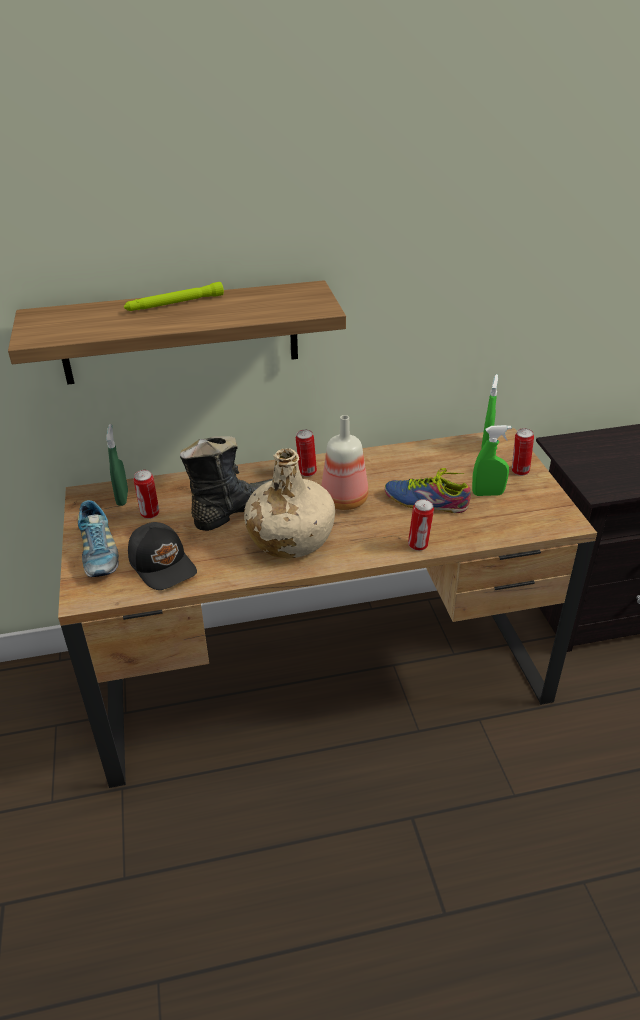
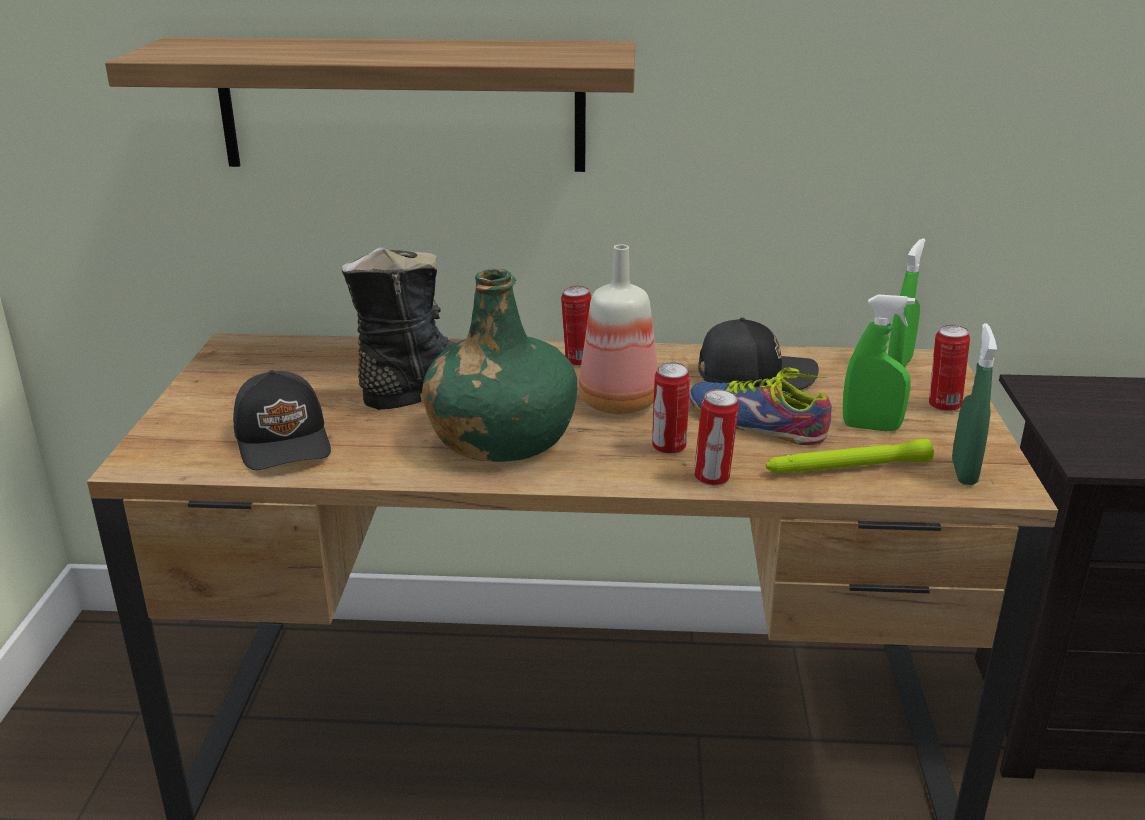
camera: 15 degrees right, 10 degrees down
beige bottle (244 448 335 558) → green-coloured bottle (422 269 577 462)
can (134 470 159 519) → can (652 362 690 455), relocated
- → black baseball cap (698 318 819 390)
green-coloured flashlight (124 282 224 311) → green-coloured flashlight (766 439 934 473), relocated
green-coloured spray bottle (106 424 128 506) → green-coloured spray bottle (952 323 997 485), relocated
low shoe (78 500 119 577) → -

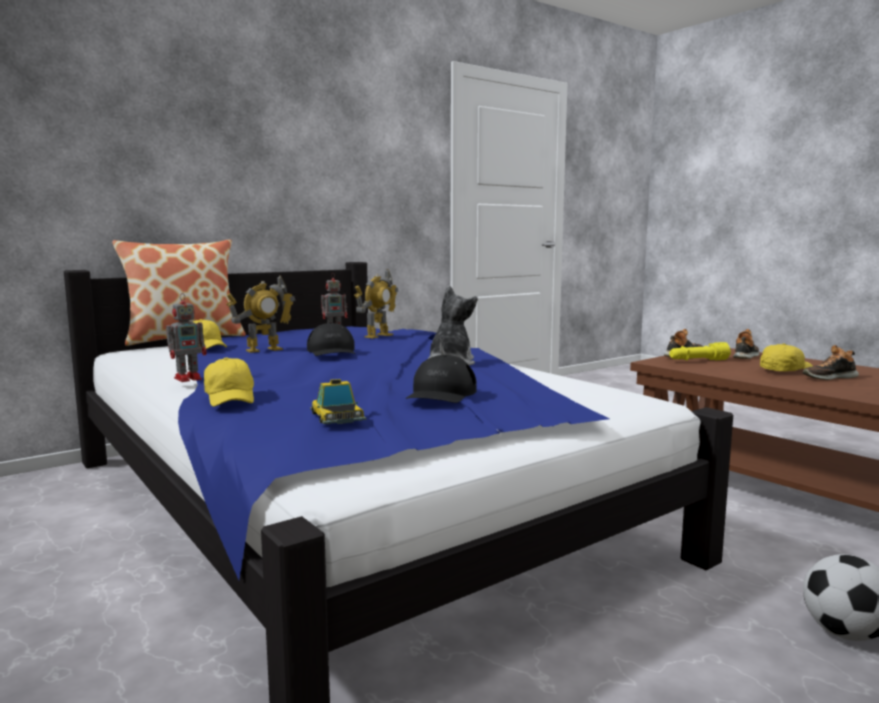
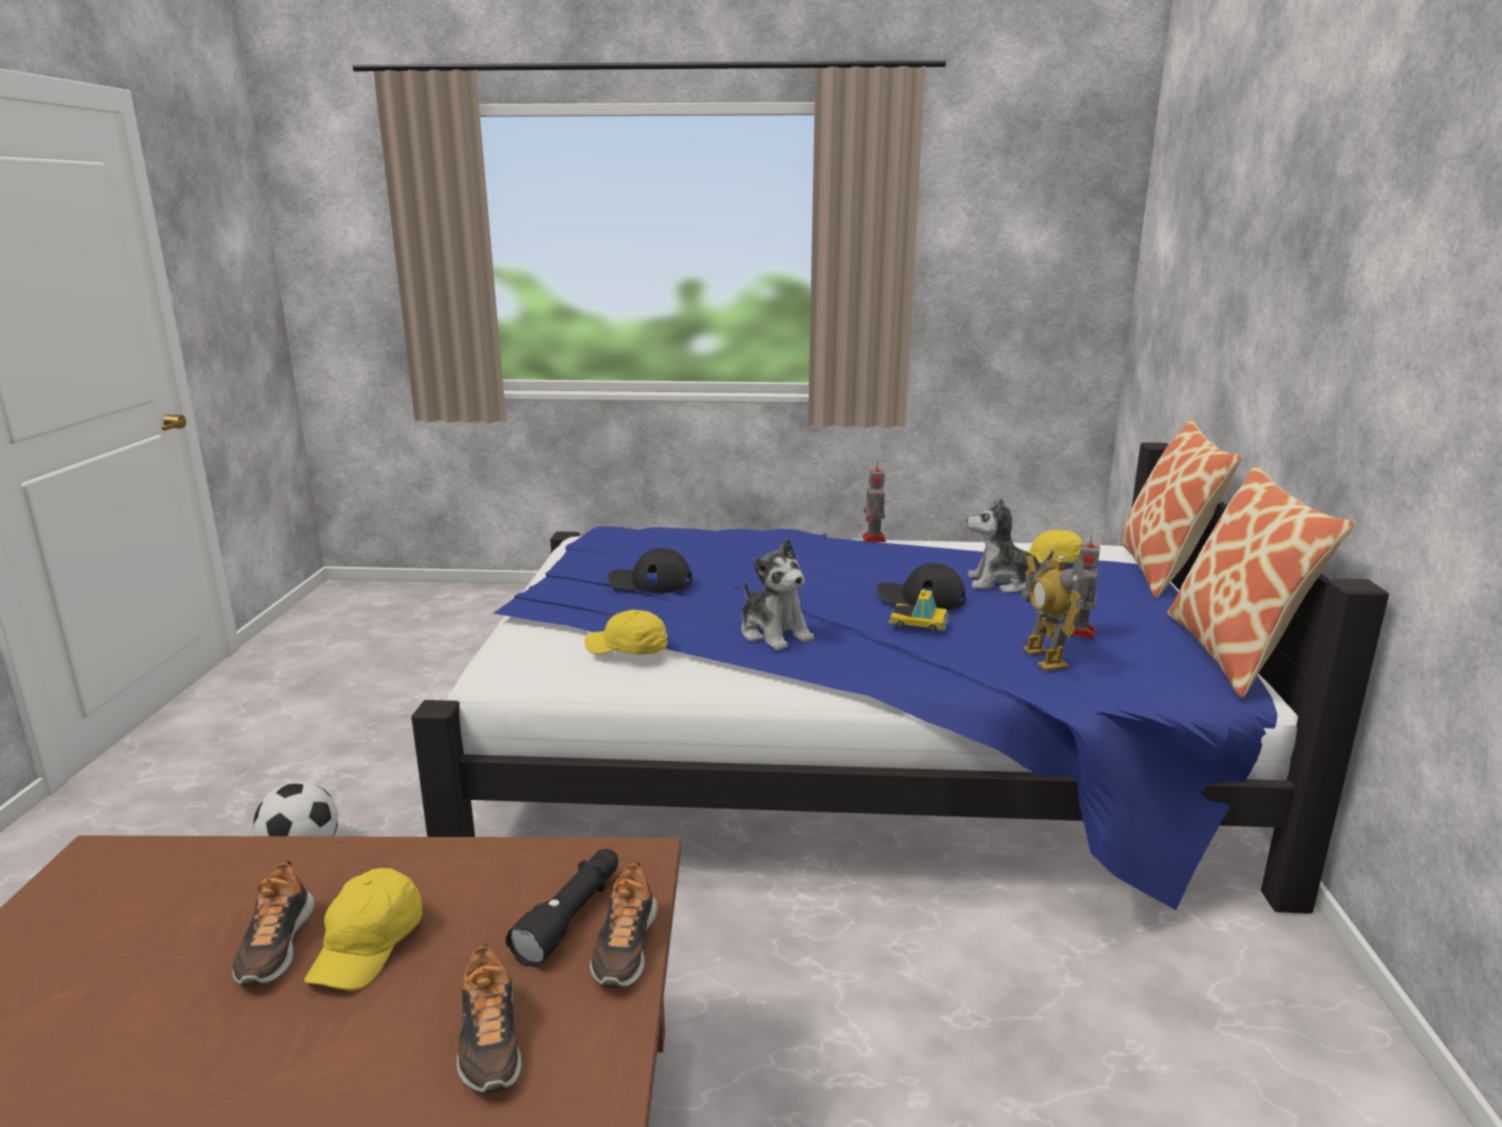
camera: 130 degrees right, 10 degrees up
low shoe (803 345 859 380) → low shoe (232 861 315 986), 150 degrees clockwise
yellow flashlight (669 342 731 360) → black flashlight (506 849 618 967)
yellow baseball cap (204 358 254 406) → yellow baseball cap (584 610 667 655), relocated
black baseball cap (406 355 477 403) → black baseball cap (607 548 692 593), 45 degrees counterclockwise
model car (310 379 366 424) → model car (887 589 950 632), relocated
toy robot (227 275 296 353) → cuddly toy (966 498 1054 593)
- → pillow (1167 465 1355 698)

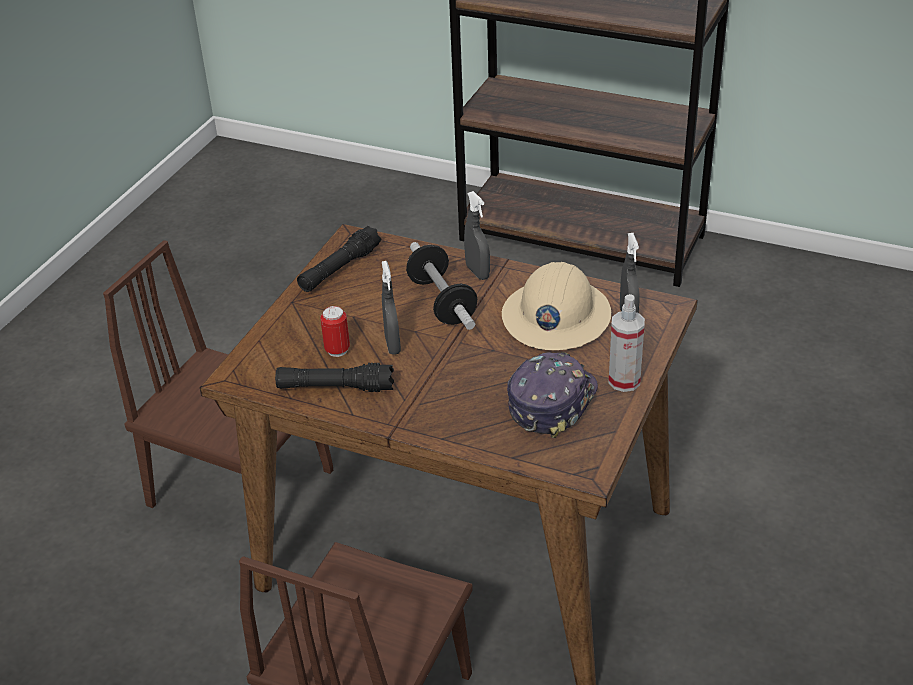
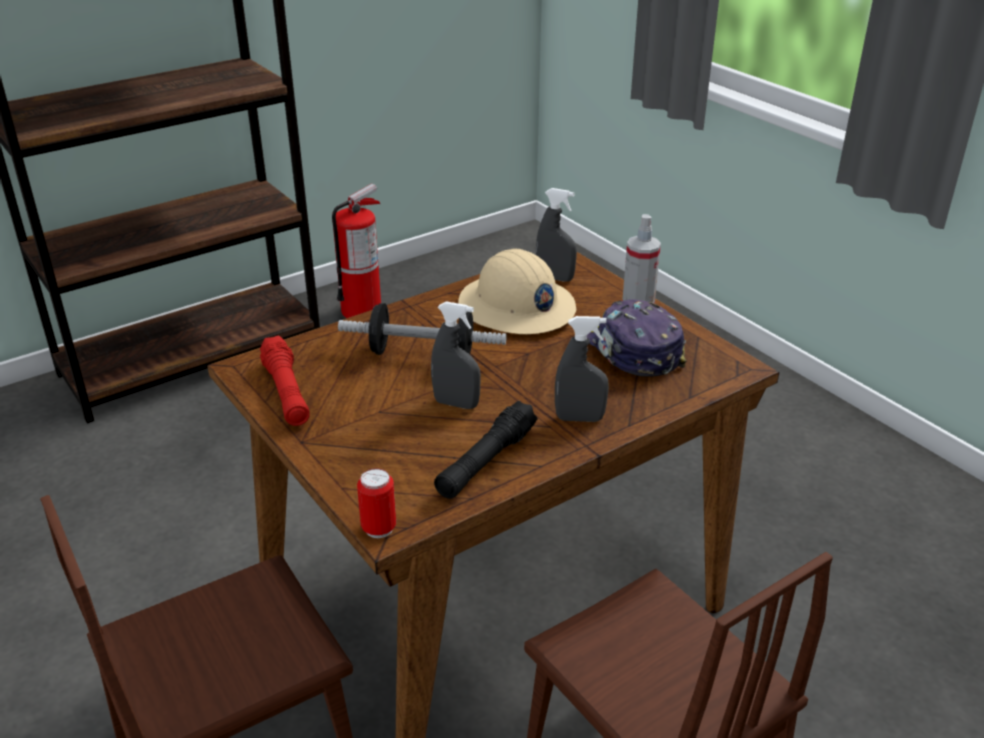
camera: 60 degrees left, 5 degrees down
black flashlight (297 226 381 292) → red flashlight (260 336 310 426)
- → fire-fighting cylinder (332 184 381 318)
can (320 306 350 357) → can (357 468 396 538), relocated
grey spray bottle (464 191 490 280) → grey spray bottle (555 316 609 422), relocated

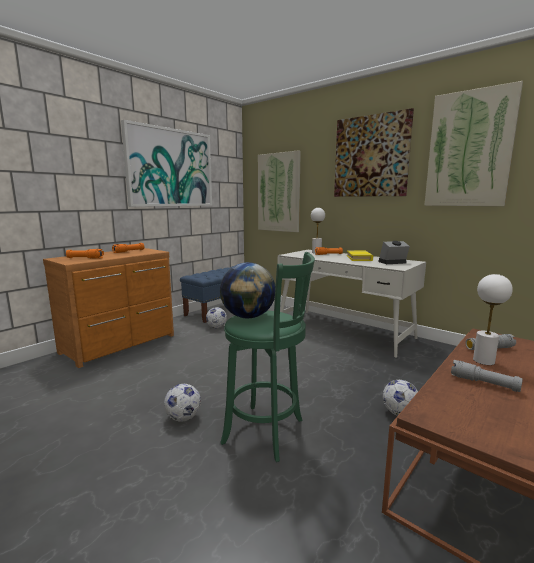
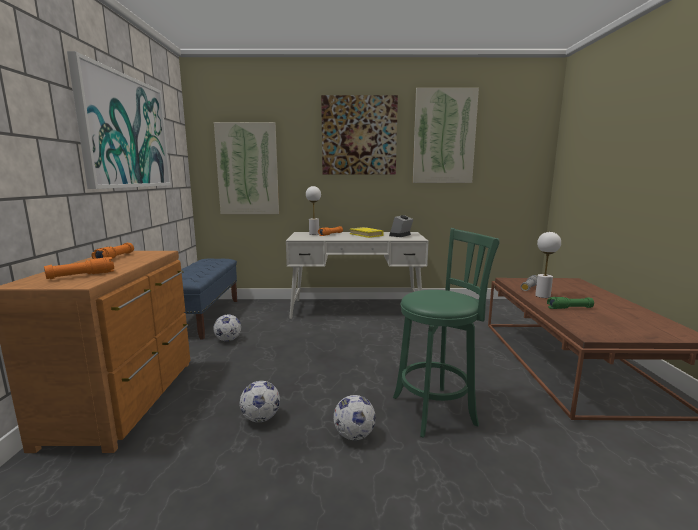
camera: 40 degrees left, 0 degrees up
football ball (383 380 418 416) → football ball (240 381 280 422), relocated
grey flashlight (451 360 523 392) → green-coloured flashlight (547 297 594 309)
desk globe (220 262 275 318) → -

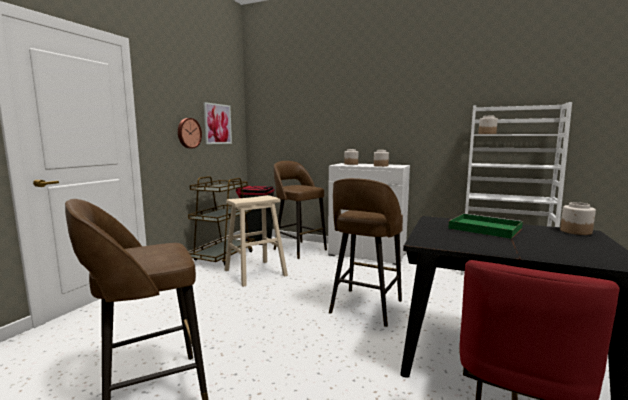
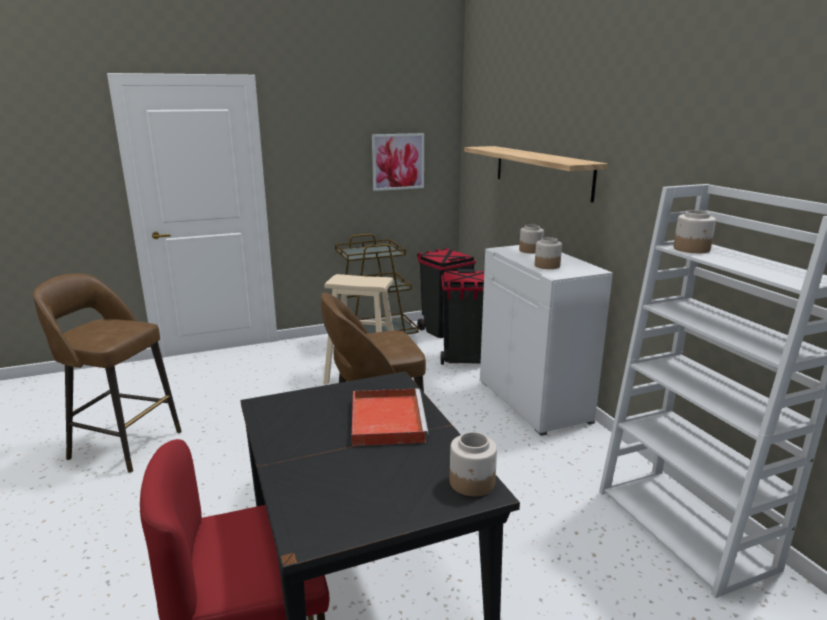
camera: 45 degrees right, 10 degrees up
green-coloured serving tray (448 213 523 239) → red serving tray (352 388 429 446)
brown-coloured stool (274 161 327 259) → black waste bin (441 269 484 365)
- → bracket shelf (464 146 608 203)
wall clock (178 118 202 149) → -

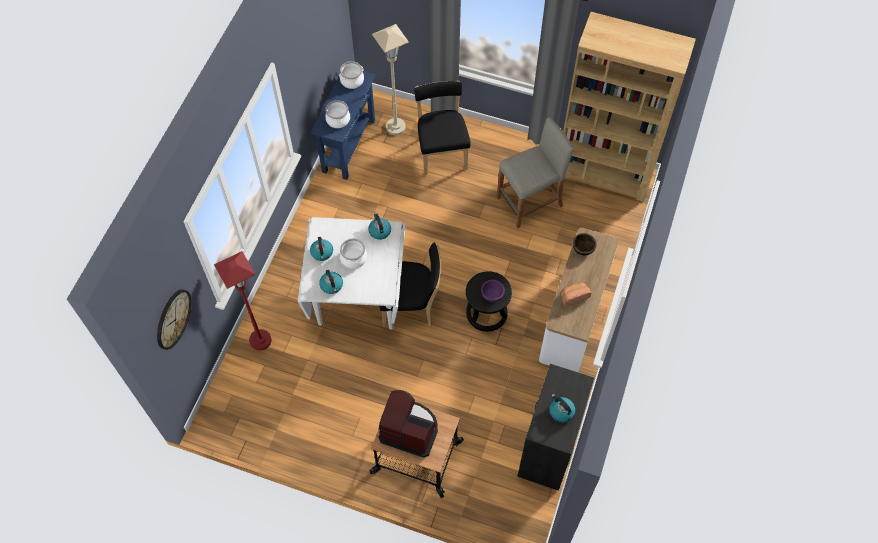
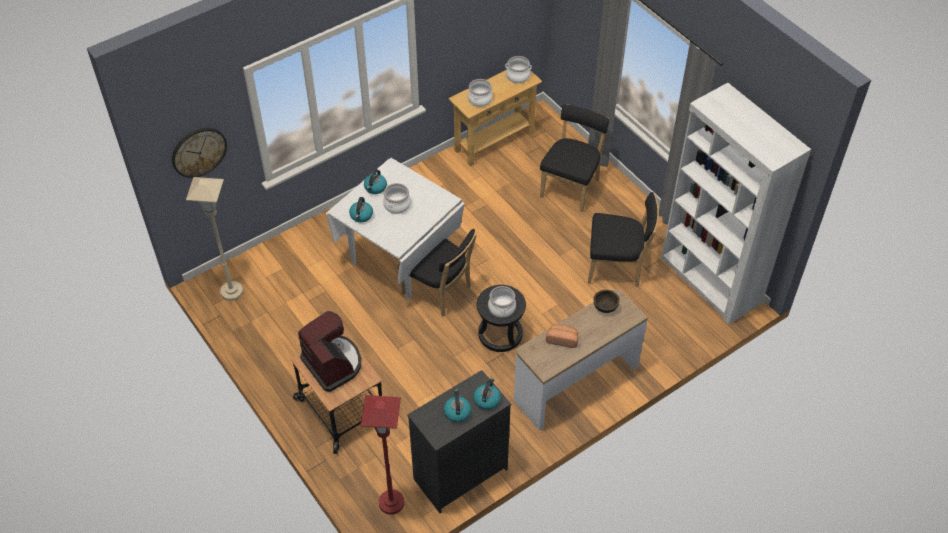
camera: 35 degrees right, 10 degrees down
beige standard lamp (372 24 409 135) → beige standard lamp (186 177 243 301), relocated
red standard lamp (214 251 271 351) → red standard lamp (361 395 404 515), relocated
blue-coloured console table (310 71 376 180) → beige console table (448 70 542 167)
kettle (368 213 391 240) → kettle (473 378 501 410), relocated
purple-coloured deep dish (481 280 505 302) → cooking pot (488 286 516 318)
beige stool (497 117 574 228) → black upright chair (588 192 659 287)
brown-coloured bookcase (563 12 696 202) → white-coloured bookcase (661 83 811 324)

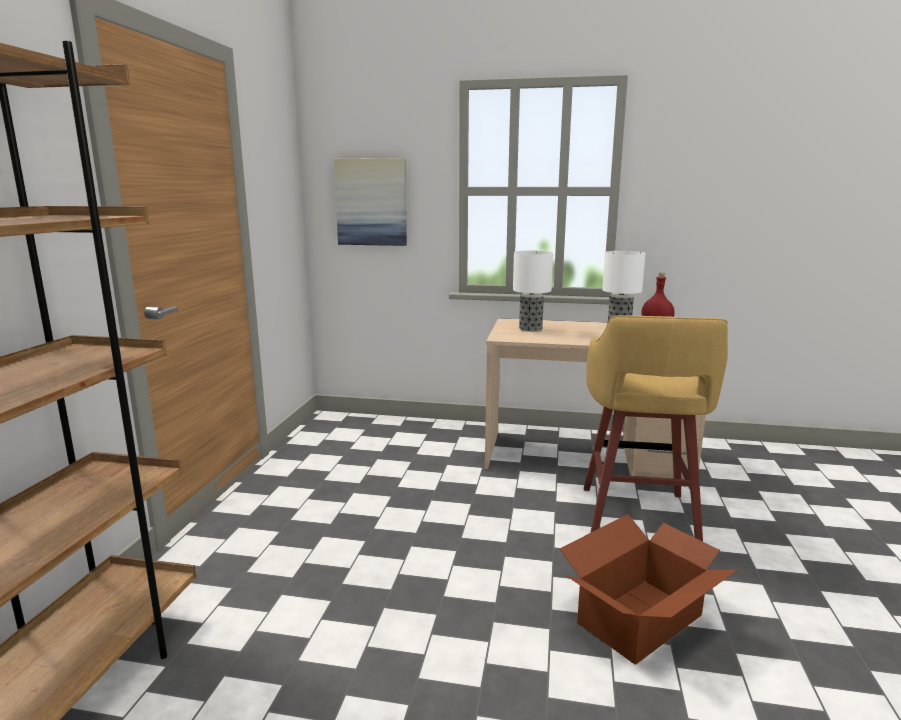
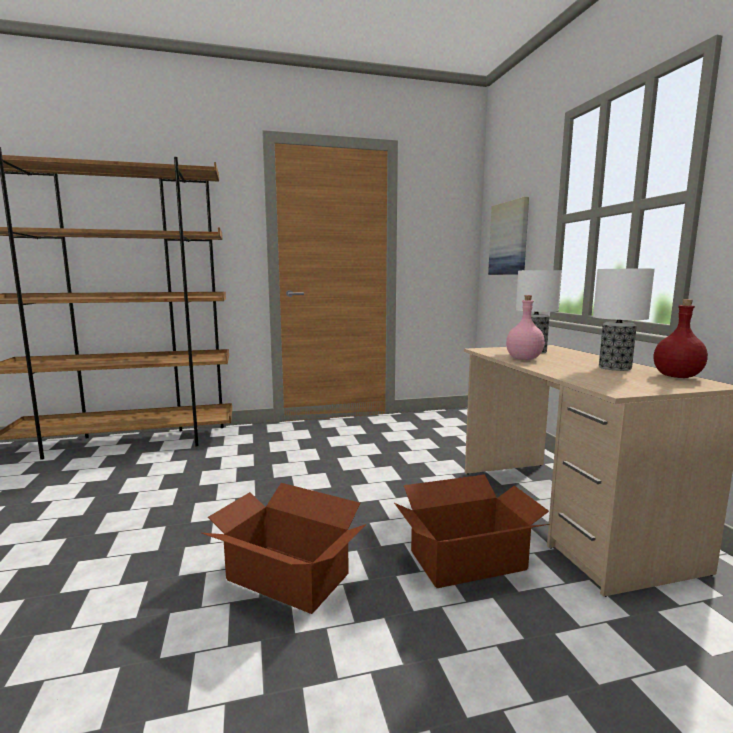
camera: 65 degrees right, 5 degrees down
yellow stool (584 315 728 542) → cardboard box (394 475 550 588)
- → pink-coloured bottle (506 295 545 360)

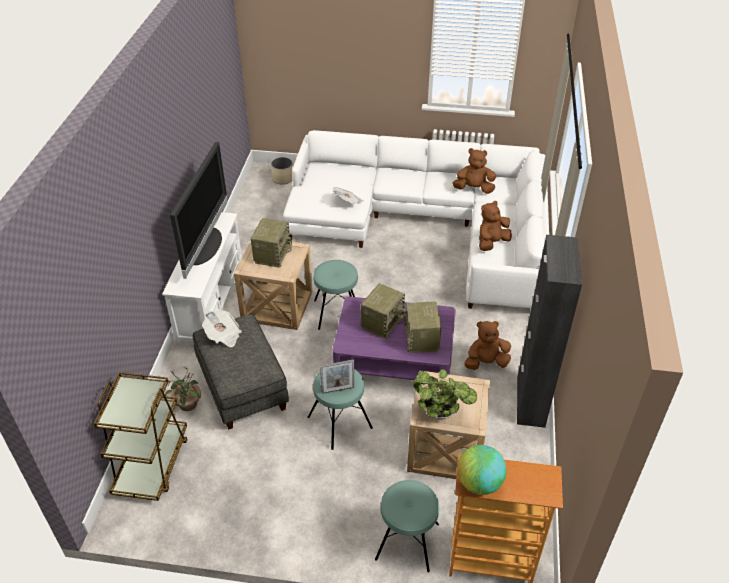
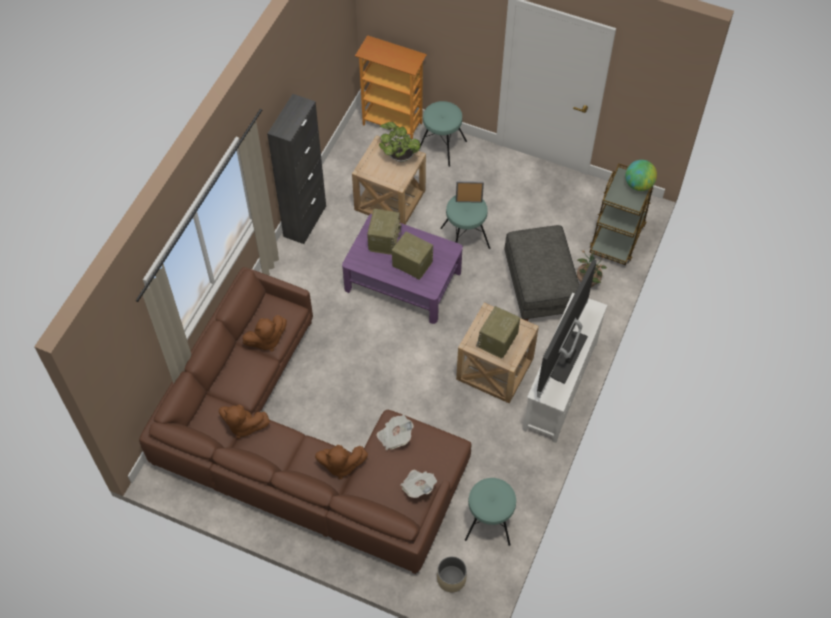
camera: 165 degrees left, 15 degrees up
white-coloured sofa (283 130 549 309) → brown-coloured sofa (139 267 472 574)
brown-coloured cuddly toy (464 321 511 370) → brown-coloured cuddly toy (315 445 368 479), relocated
radio receiver (361 283 406 339) → radio receiver (392 231 433 280), 75 degrees clockwise
daily paper (202 310 242 347) → daily paper (401 470 437 498), relocated
turquoise stool (314 260 358 330) → turquoise stool (465 478 516 546), relocated
desk globe (457 445 507 495) → desk globe (625 160 657 191), relocated

